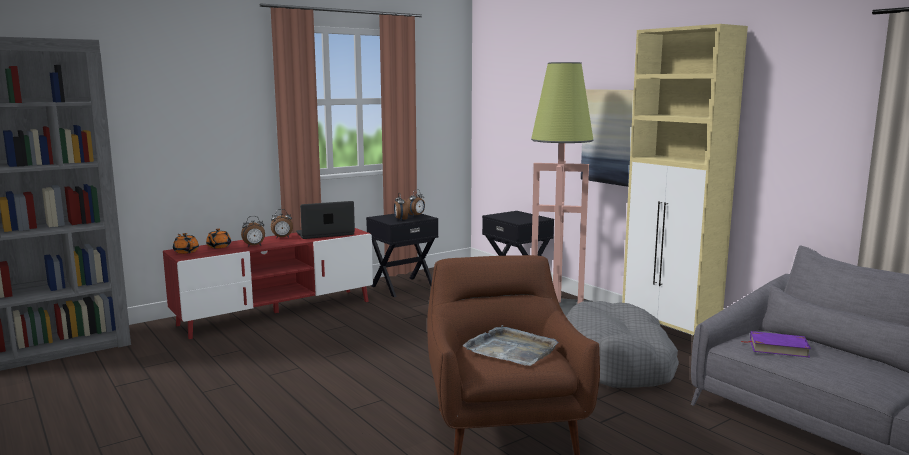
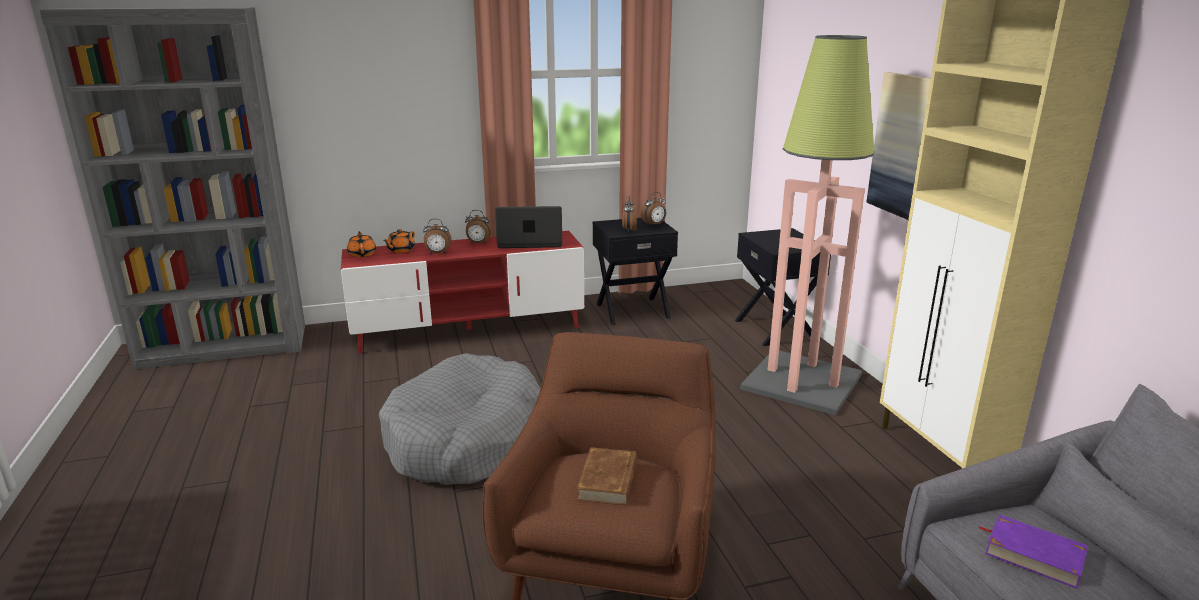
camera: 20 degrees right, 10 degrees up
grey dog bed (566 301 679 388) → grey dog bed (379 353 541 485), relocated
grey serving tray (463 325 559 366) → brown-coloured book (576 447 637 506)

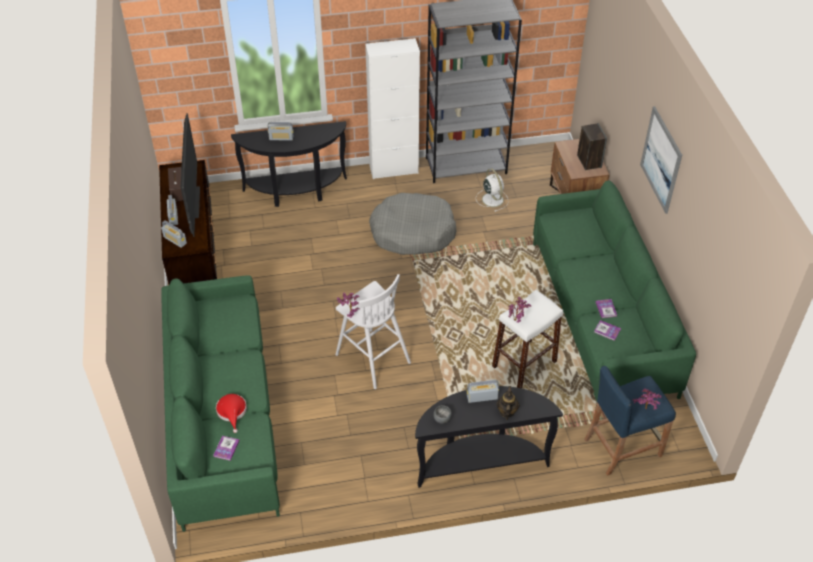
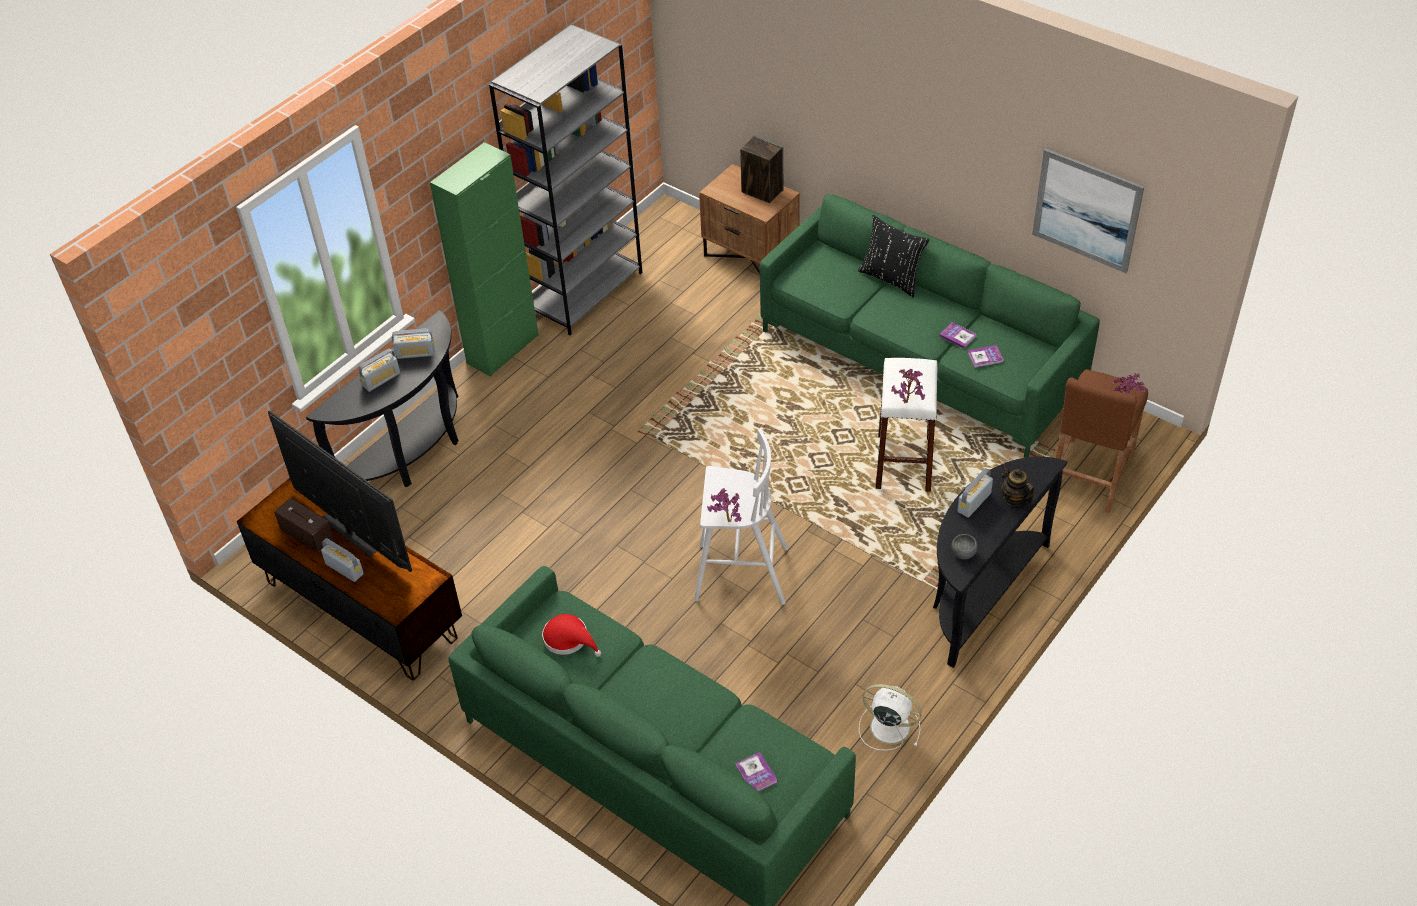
camera: 40 degrees left, 0 degrees up
radio receiver (161 220 187 248) → radio receiver (392 329 435 359), relocated
white-coloured cupboard (365 38 420 179) → green-coloured cupboard (430 142 539 377)
red wearable hat (216 394 247 433) → red wearable hat (542 614 601 657), relocated
- → black pillow (858 215 930 298)
white-coloured cooling fan (476 169 509 212) → white-coloured cooling fan (859 684 922 751), relocated
picture (640 106 682 214) → picture (1032 148 1144 273), relocated
blue-coloured stool (584 366 676 476) → brown-coloured stool (1048 369 1148 513)
grey dog bed (369 193 456 255) → -

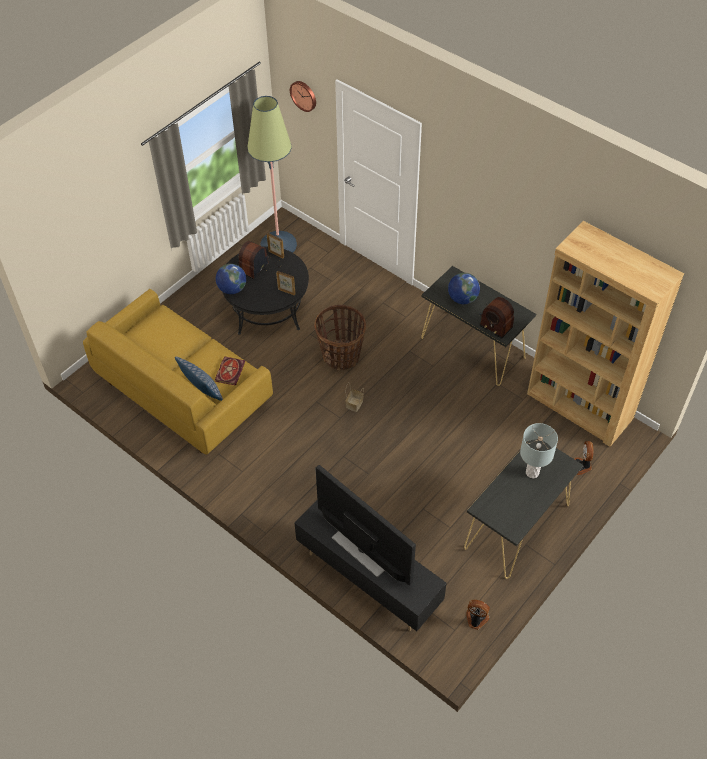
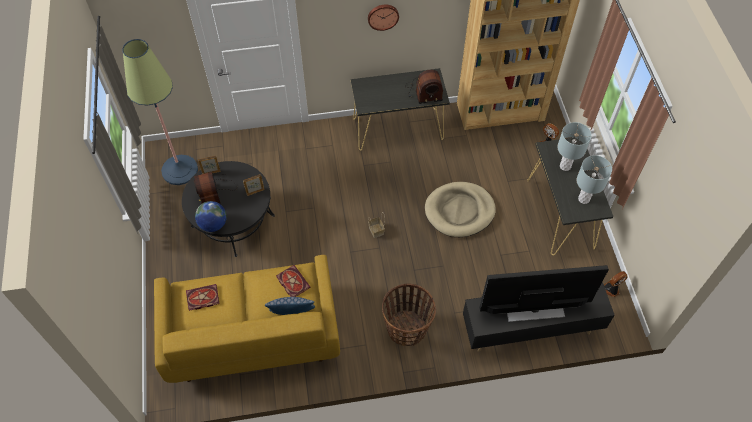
camera: 50 degrees left, 5 degrees up
- → book (186 284 220 311)
wall clock (290 81 316 112) → wall clock (368 5 399 31), relocated
basket (314 305 366 370) → basket (382 284 436 346), relocated
- → beige dog bed (425 182 496 237)
- → grey lamp for a table (577 155 612 204)
desk globe (448 273 480 304) → -

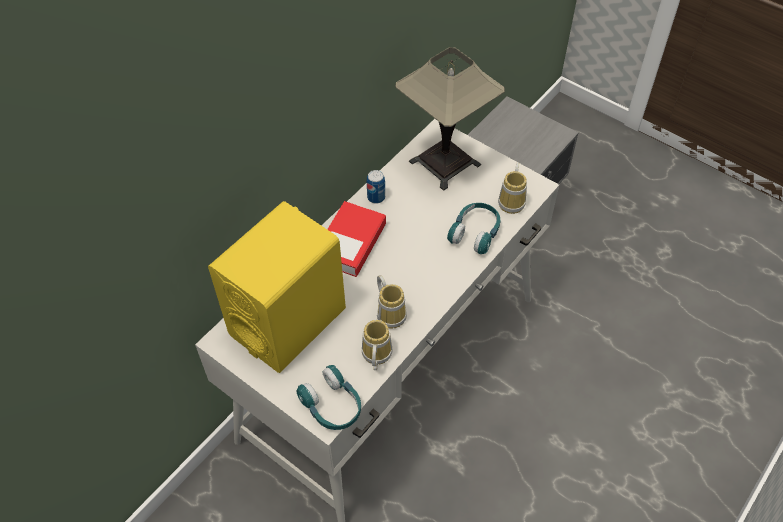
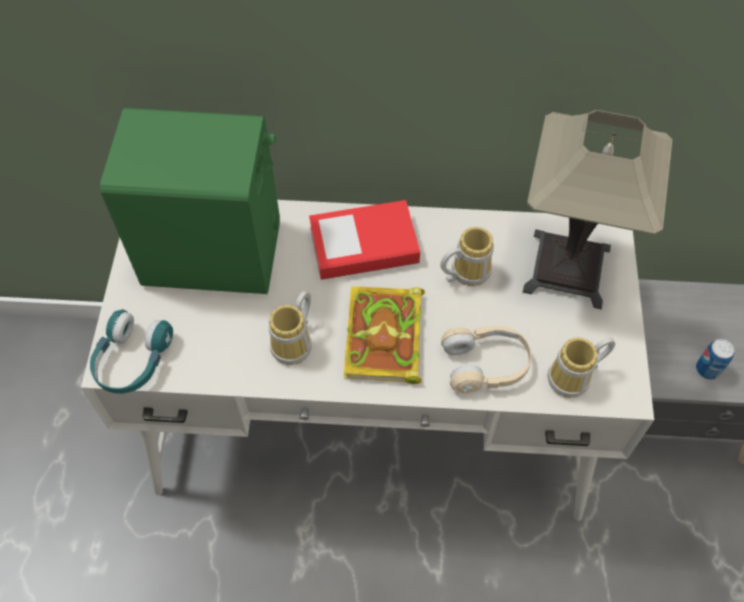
camera: 55 degrees right, 5 degrees up
yellow audio speaker (208 201 346 373) → green-coloured audio speaker (100 108 280 294)
- → book (344 286 425 384)
tea mug (362 320 392 370) → tea mug (440 227 494 286), relocated
turquoise headset (447 203 500 254) → beige headset (441 326 532 394)
can (367 170 385 204) → can (696 339 734 380), relocated

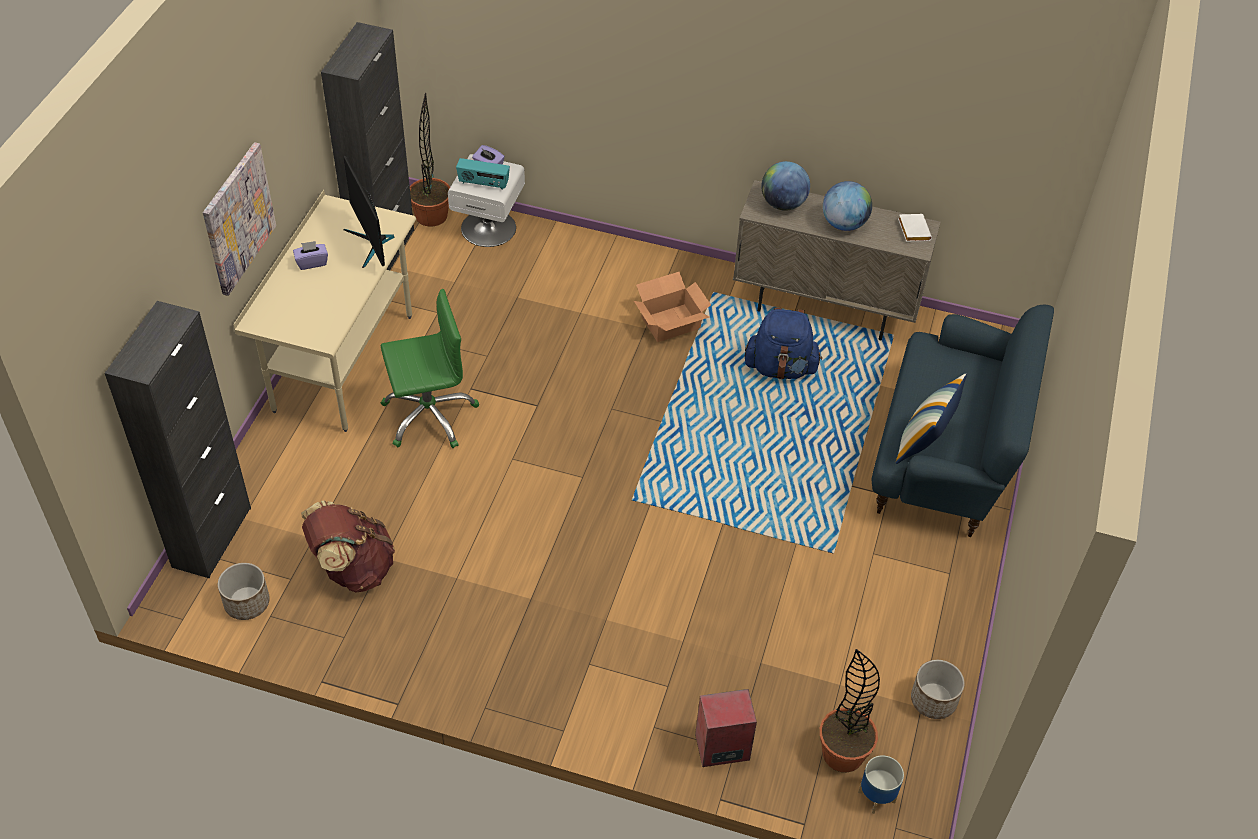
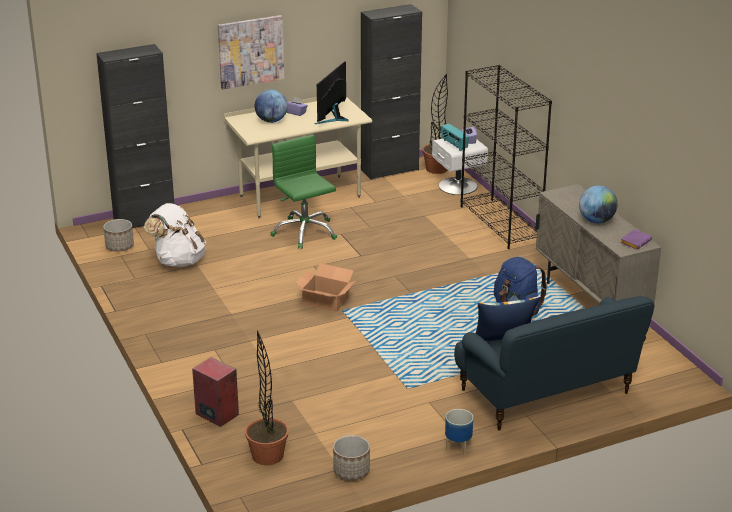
camera: 50 degrees right, 20 degrees down
brown-coloured backpack (301 501 395 593) → white-coloured backpack (144 203 206 267)
desk globe (761 161 810 211) → desk globe (255 89 288 123), relocated
green-coloured desk chair (380 289 479 448) → green-coloured desk chair (271 135 337 249), 150 degrees counterclockwise
cardboard box (634 272 711 342) → cardboard box (295 263 355 312), relocated
flower pot (858 755 904 814) → flower pot (445 409 473 455), relocated
- → black bookcase (461 65 552 249)
white-coloured book (898 214 932 242) → purple-coloured book (620 229 652 250)

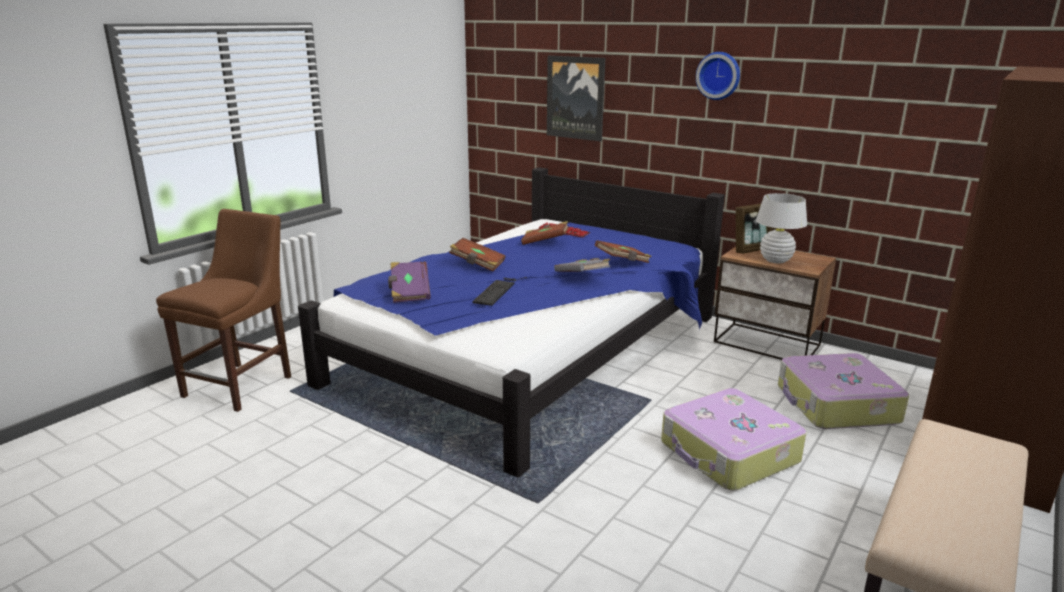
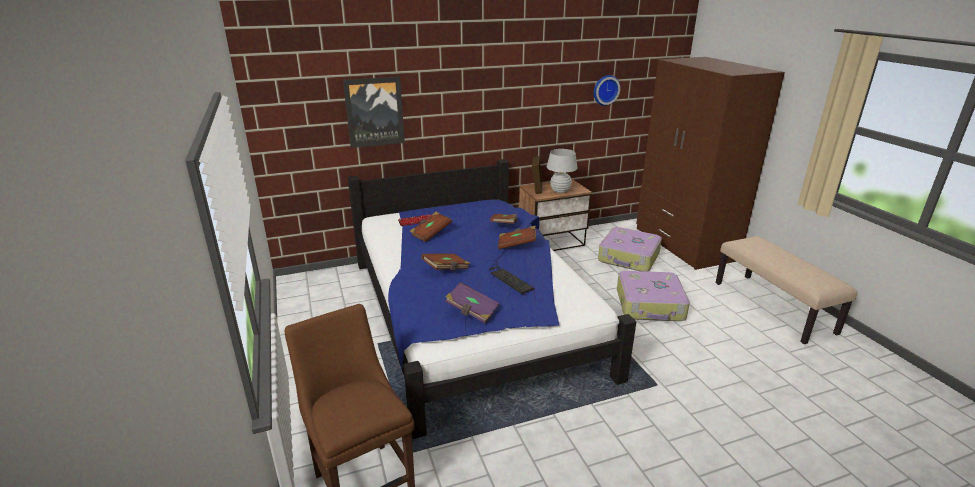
camera: 55 degrees left, 5 degrees up
grey book (554 258 610 271) → brown-coloured book (498 226 536 249)
wall clock (696 52 740 100) → wall clock (594 75 620 106), relocated

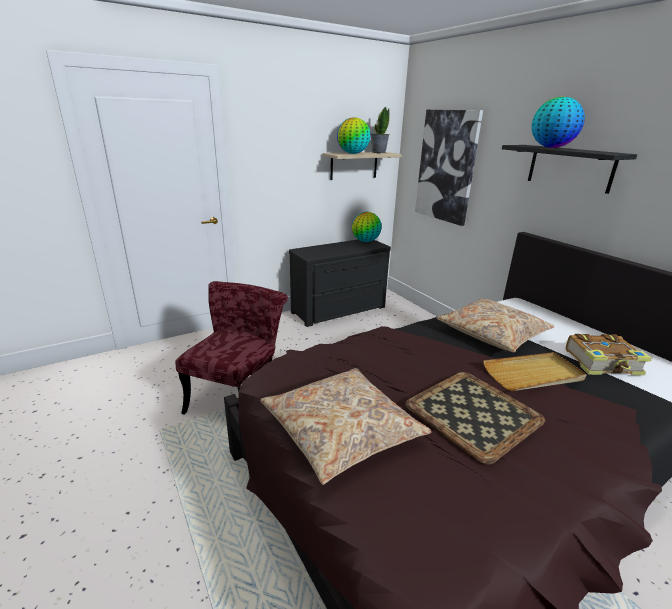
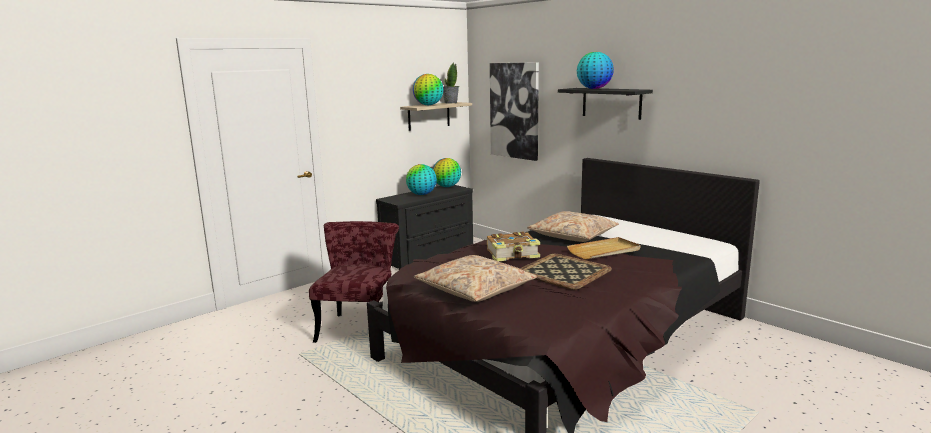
camera: 10 degrees left, 10 degrees down
- → desk globe (406 164 437 195)
book (566 334 652 375) → book (487 231 540 261), relocated

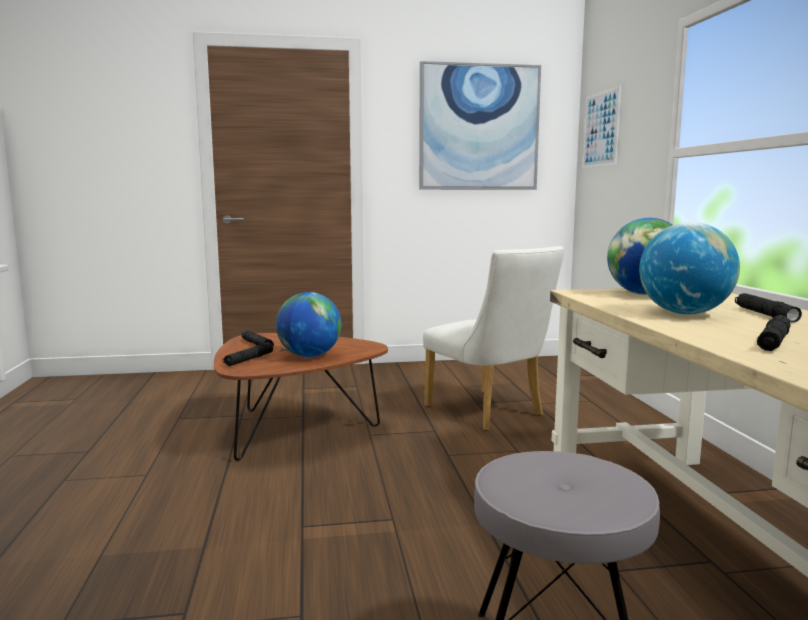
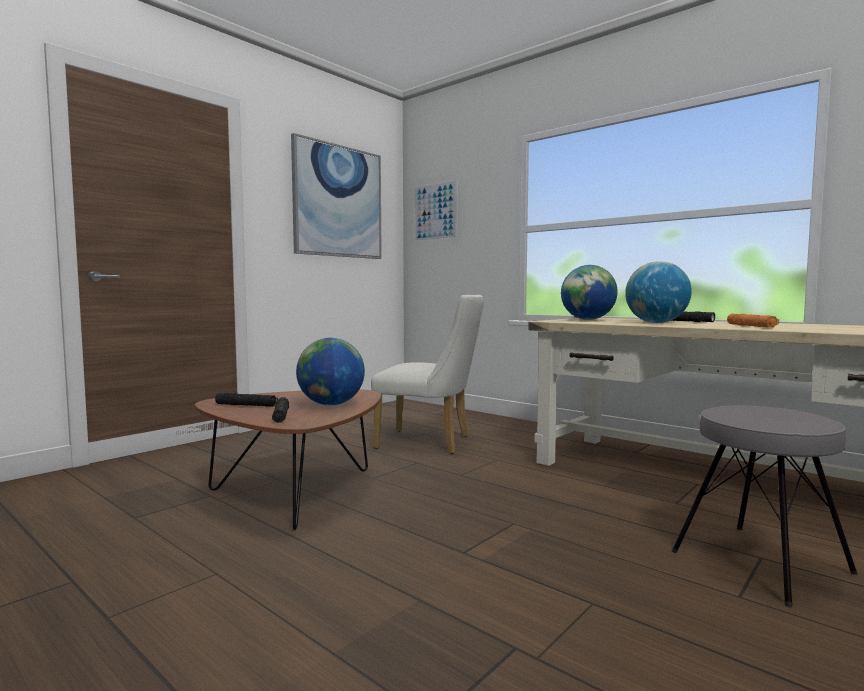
camera: 40 degrees left, 5 degrees down
black flashlight (757 315 791 351) → orange-coloured flashlight (727 314 779 328)

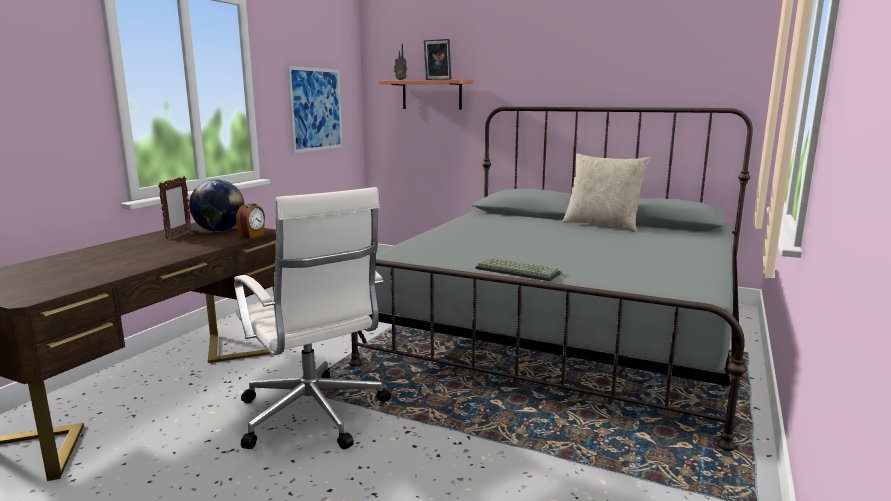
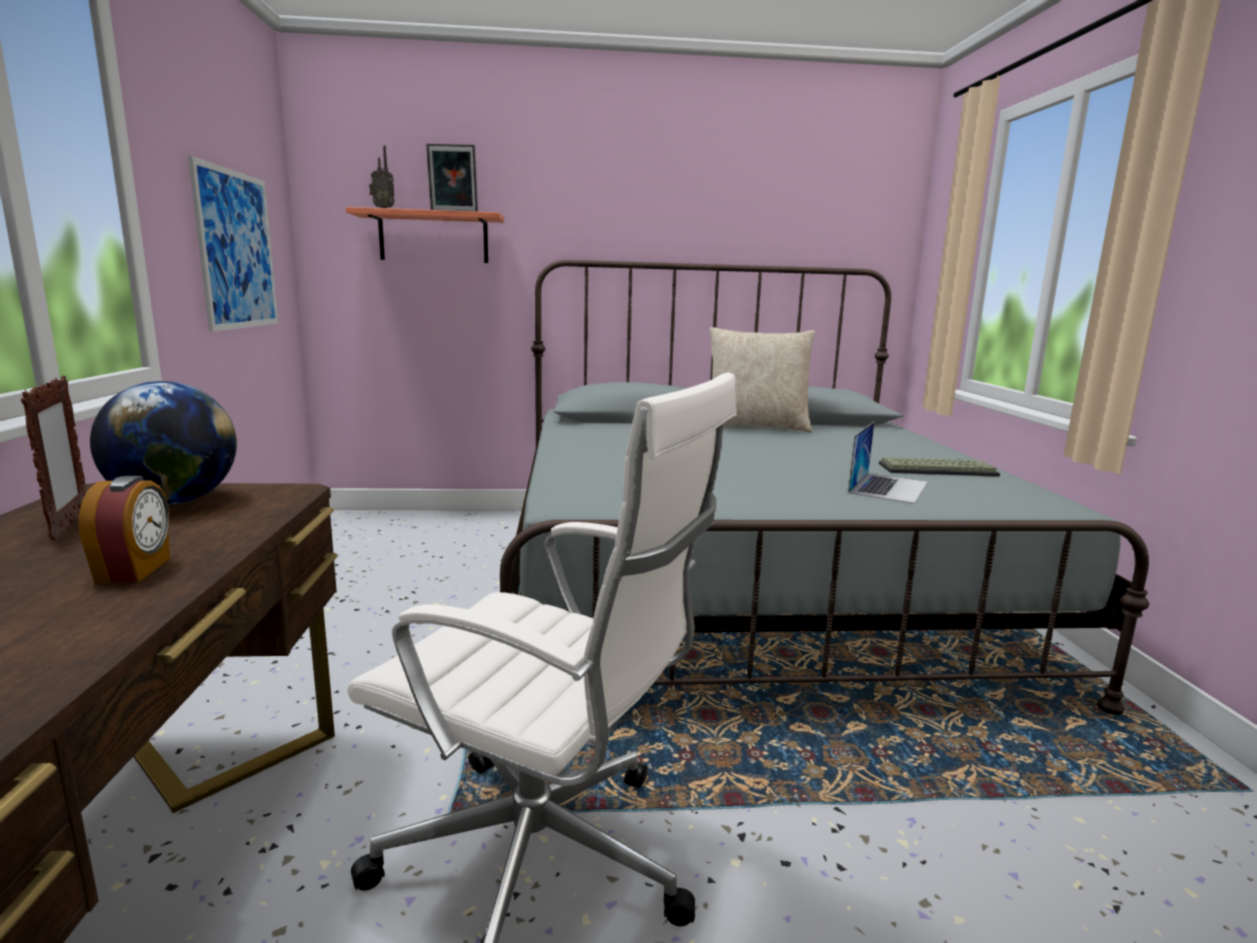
camera: 30 degrees left, 0 degrees up
bedside clock (236 203 265 239) → bedside clock (78 476 170 583), relocated
- → portable computer (848 422 928 504)
keyboard (475 258 561 281) → keyboard (879 457 1000 477), relocated

